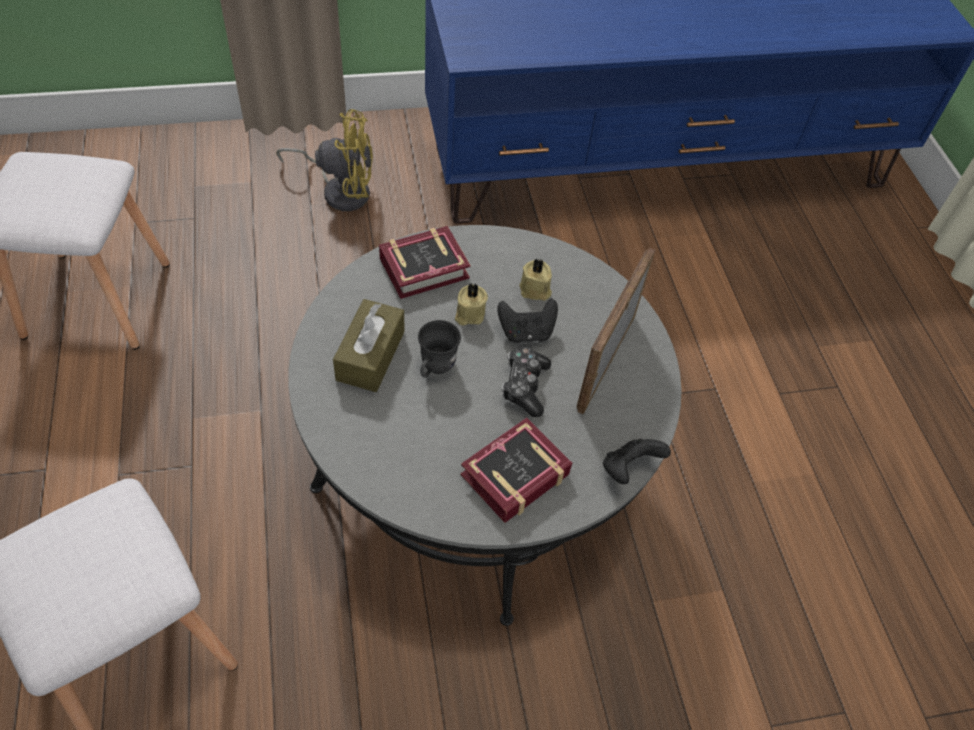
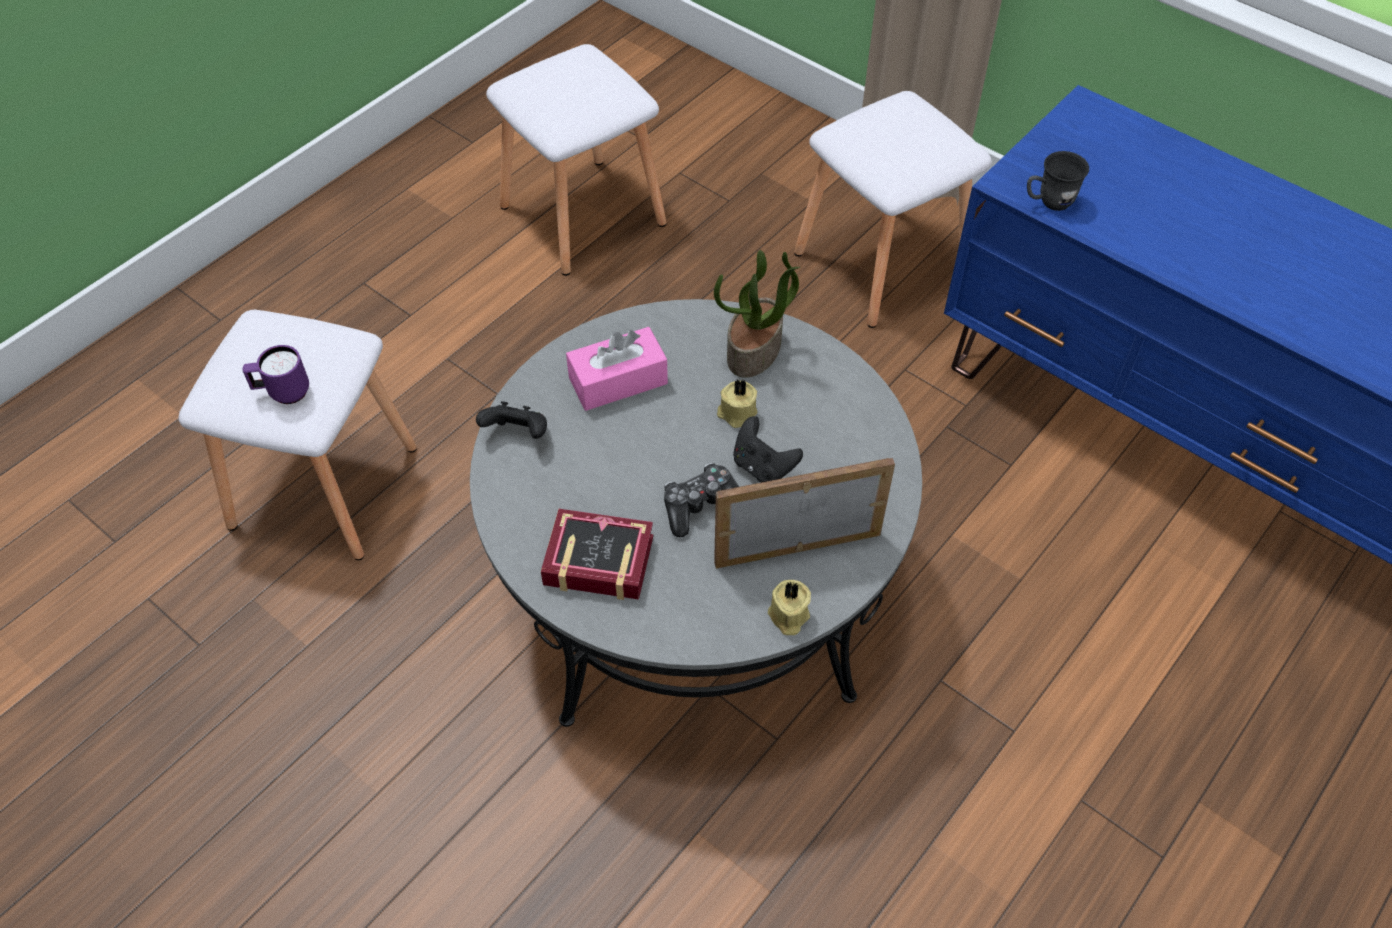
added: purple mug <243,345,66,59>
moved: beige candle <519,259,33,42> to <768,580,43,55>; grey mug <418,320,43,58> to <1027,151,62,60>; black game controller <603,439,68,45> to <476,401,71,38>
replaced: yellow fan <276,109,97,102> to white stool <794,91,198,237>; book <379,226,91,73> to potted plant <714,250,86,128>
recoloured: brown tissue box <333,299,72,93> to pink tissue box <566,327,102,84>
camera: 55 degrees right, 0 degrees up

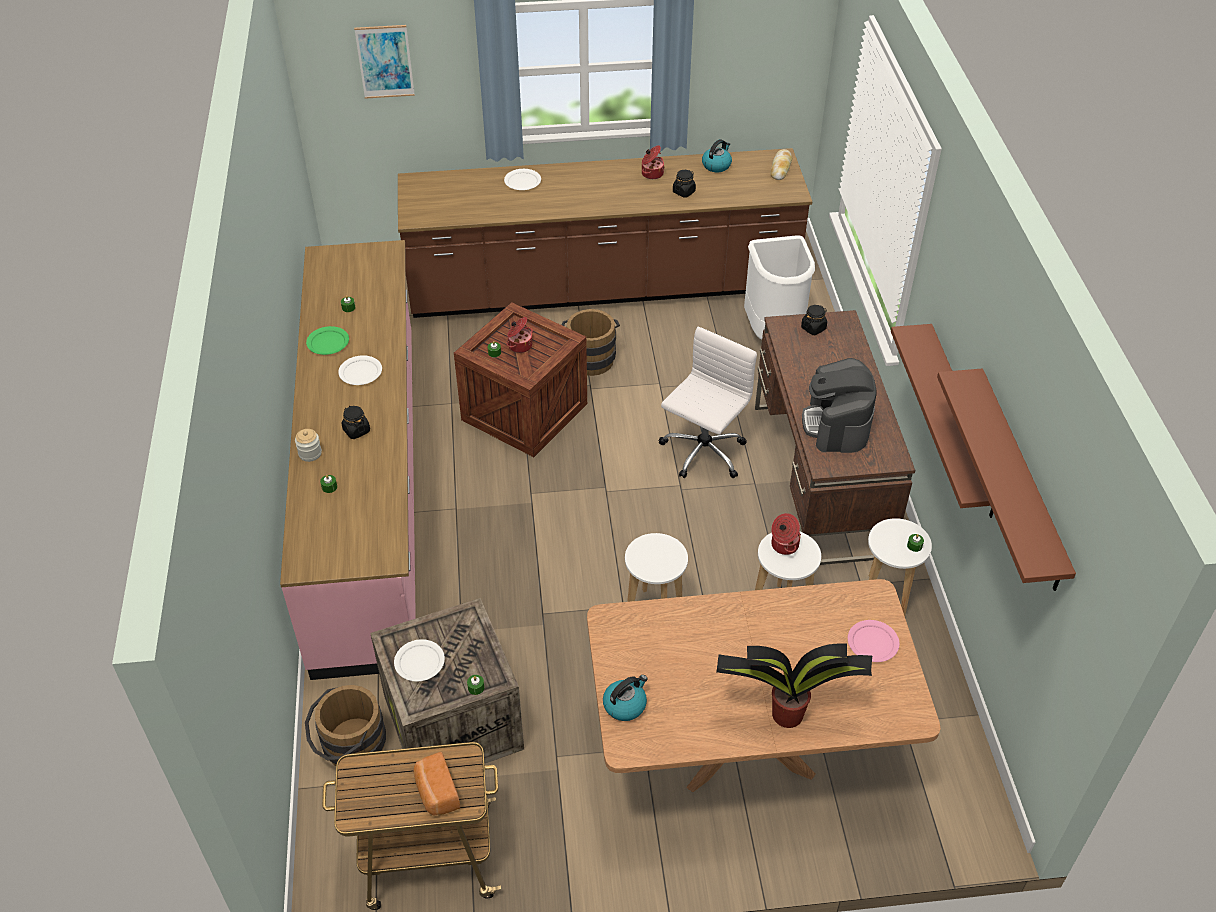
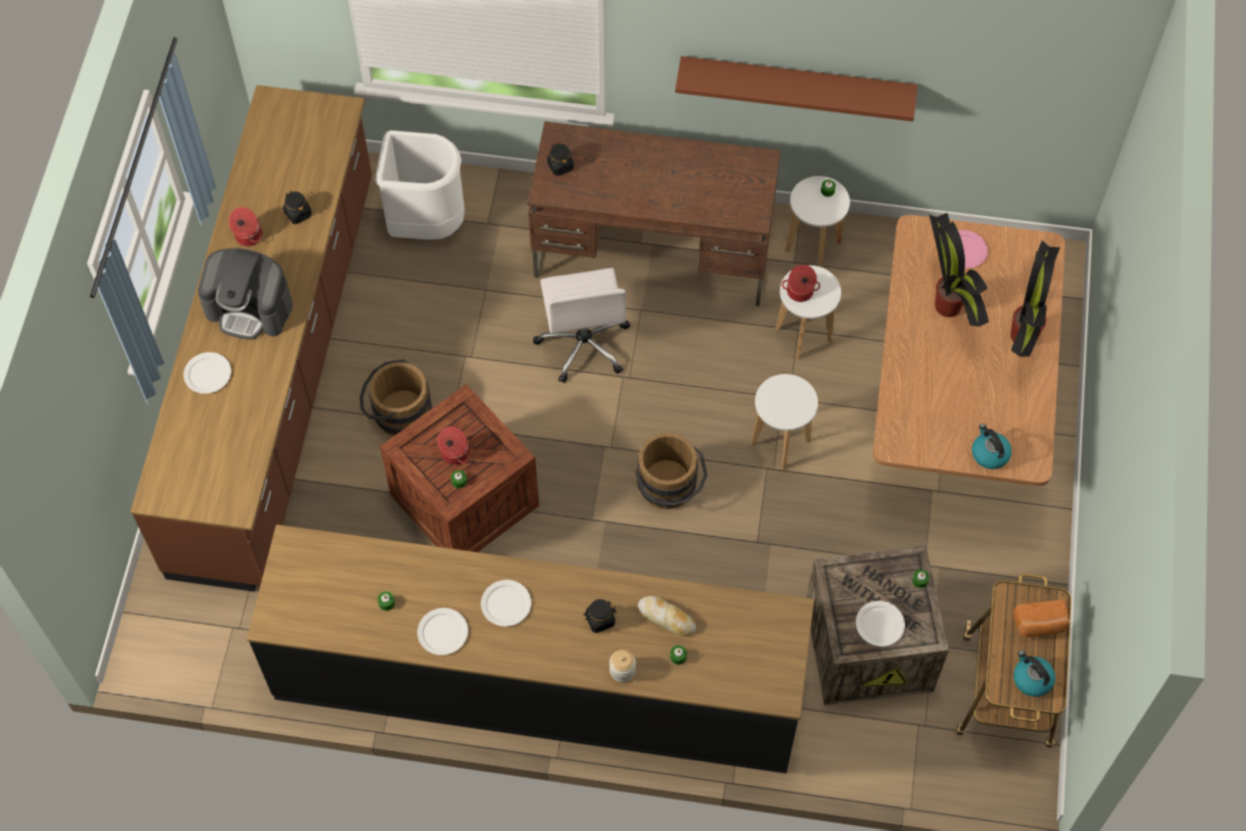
removed: picture <354,25,61,74>; brown shelf <937,368,139,223>
added: potted plant <929,213,60,114>
moved: kettle <702,139,30,33> to <1013,650,42,47>; bread <770,149,22,31> to <638,596,58,41>; coffee machine <802,358,74,95> to <198,248,95,91>; brown bucket <305,685,81,85> to <635,433,72,76>
recoloured: pink counter <280,240,136,440> to black counter <247,524,567,249>; green plate <306,326,43,29> to white plate <417,608,51,47>
turned: white office chair <659,327,98,151> = <533,268,97,115> 150 degrees counterclockwise
camera: 75 degrees left, 15 degrees up

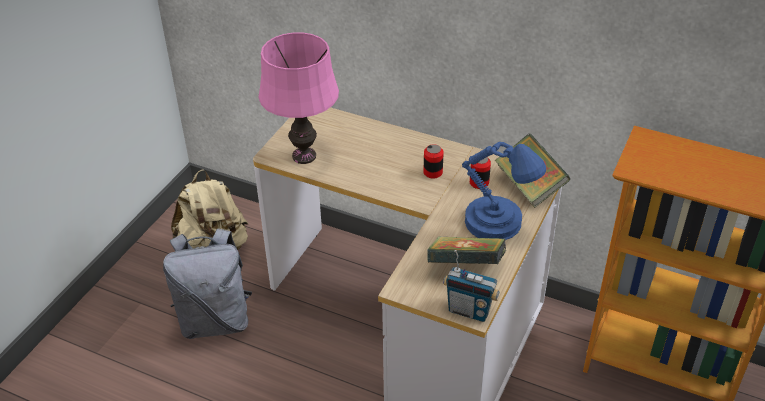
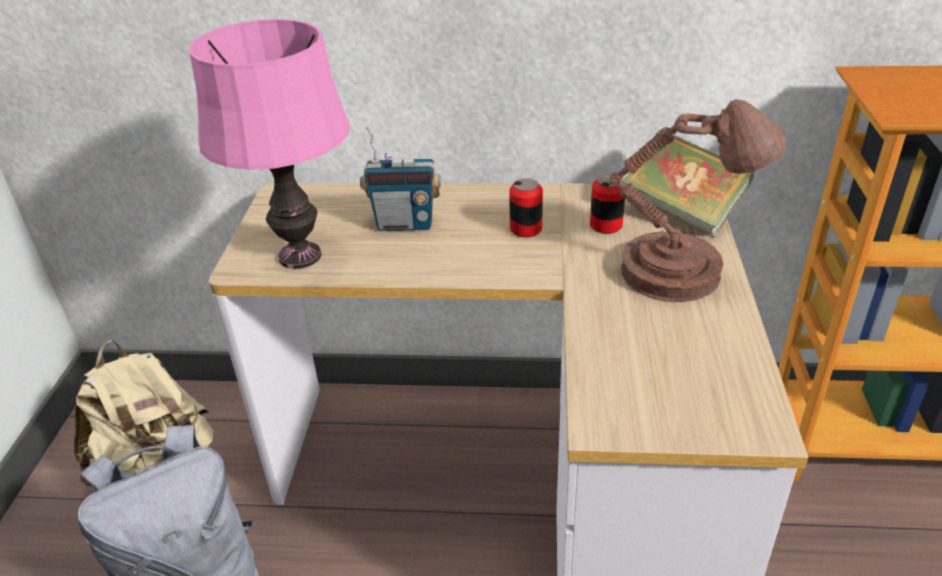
removed: book <427,236,79,29>
moved: radio <443,250,56,72> to <360,126,81,105>
recoloured: blue table lamp <462,142,84,98> to brown table lamp <609,99,177,203>
camera: 20 degrees left, 5 degrees down

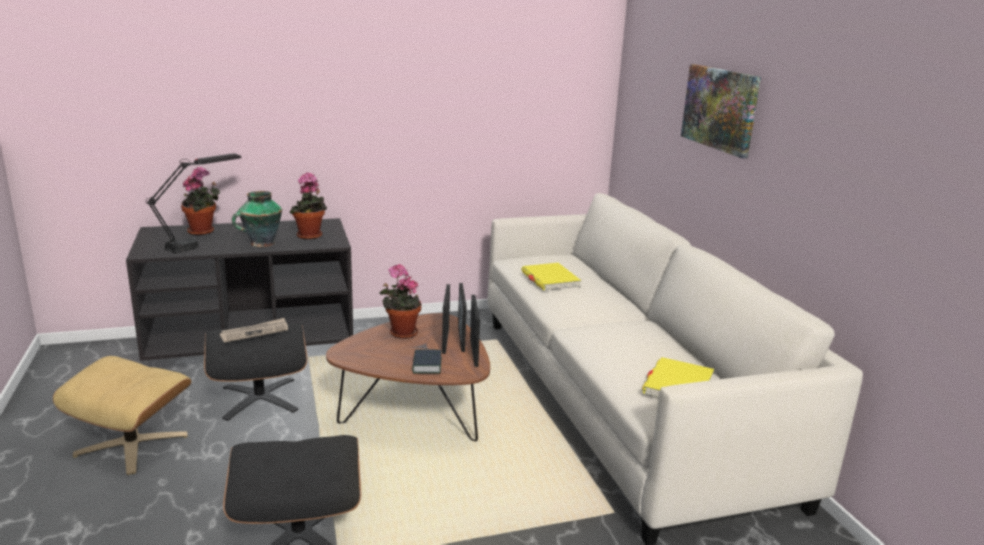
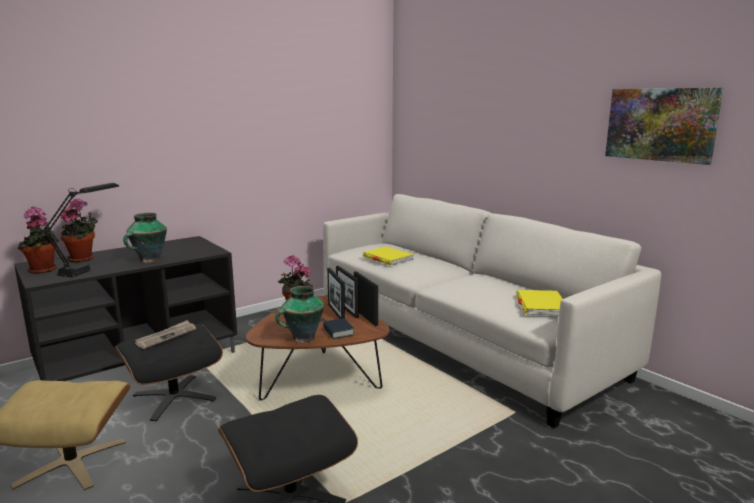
added: vase <275,286,49,57>
moved: picture <681,64,80,94> to <605,88,118,77>; potted plant <289,172,38,68> to <17,206,42,68>
camera: 20 degrees left, 5 degrees down

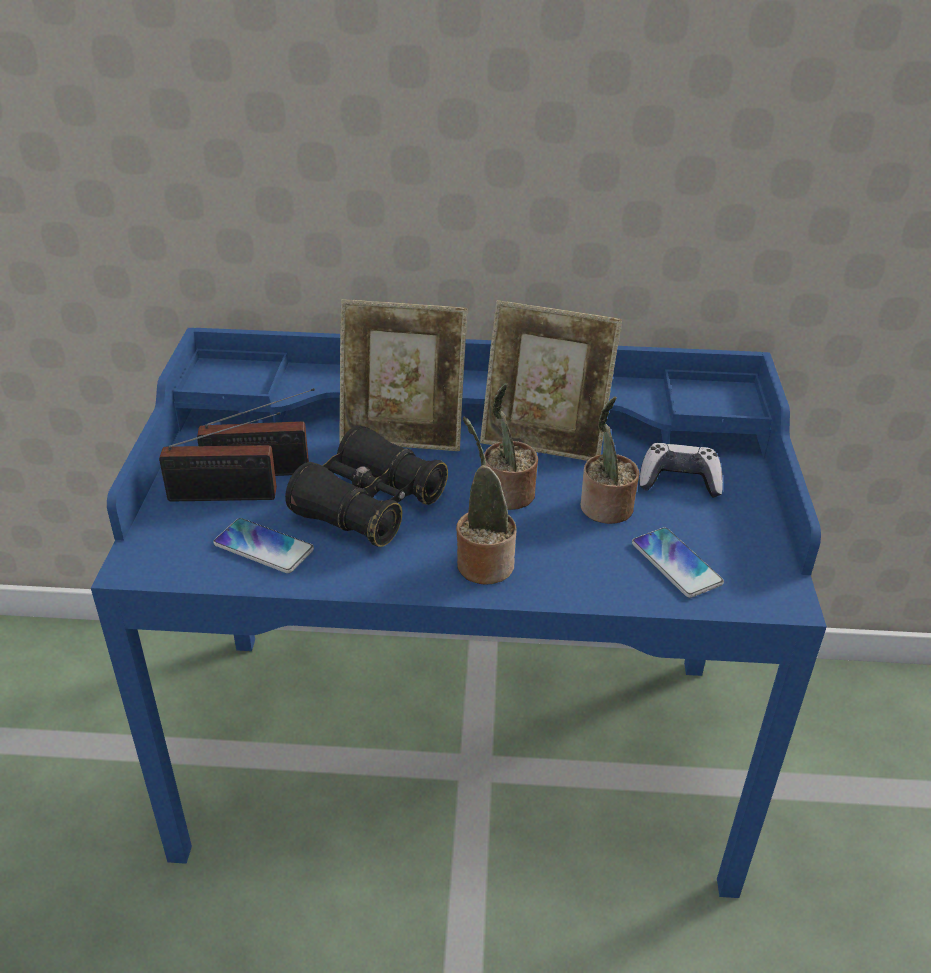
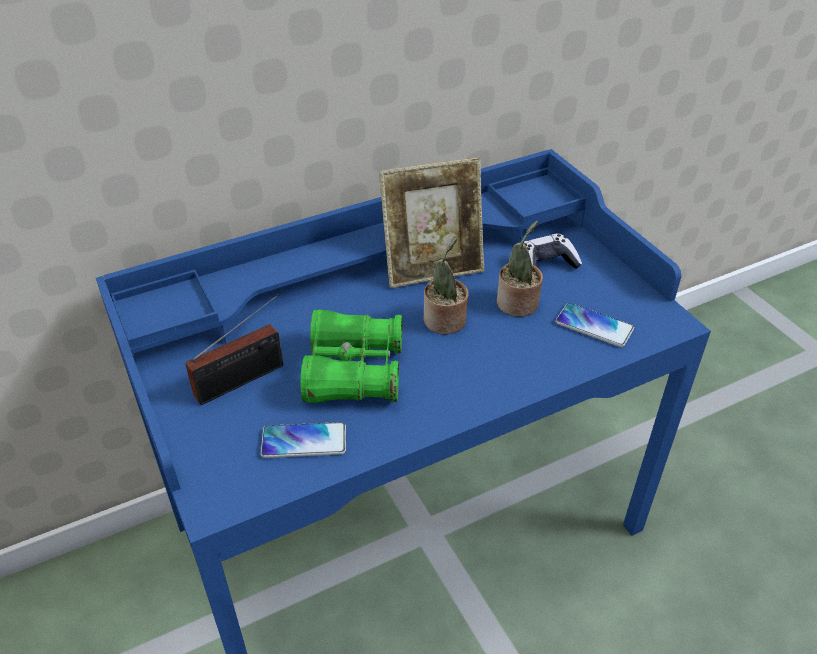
removed: picture frame <339,299,129,152>; radio <159,412,122,90>; potted plant <456,417,60,167>
recoloured: black binoculars <285,425,163,122> to green binoculars <300,309,103,94>
camera: 30 degrees left, 5 degrees up

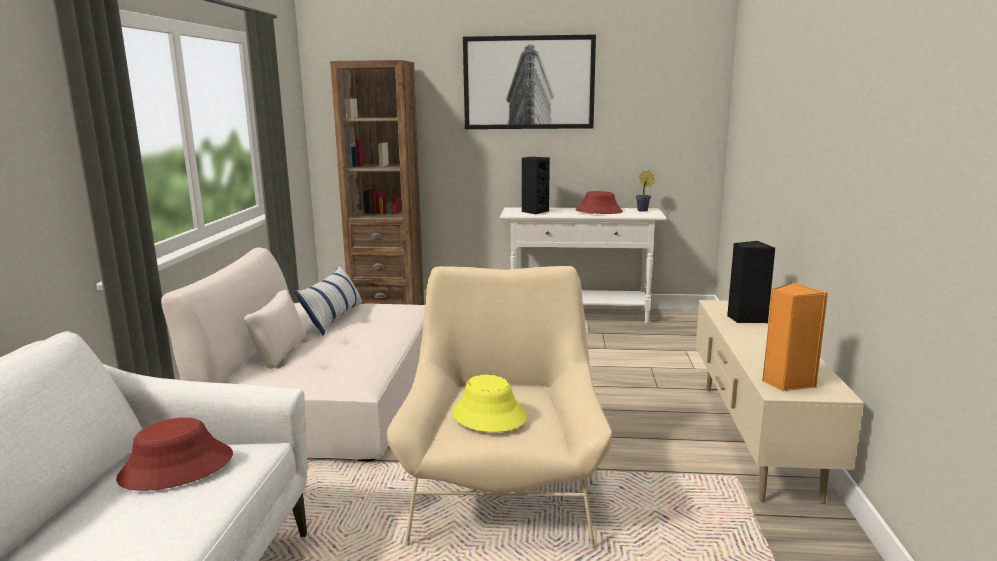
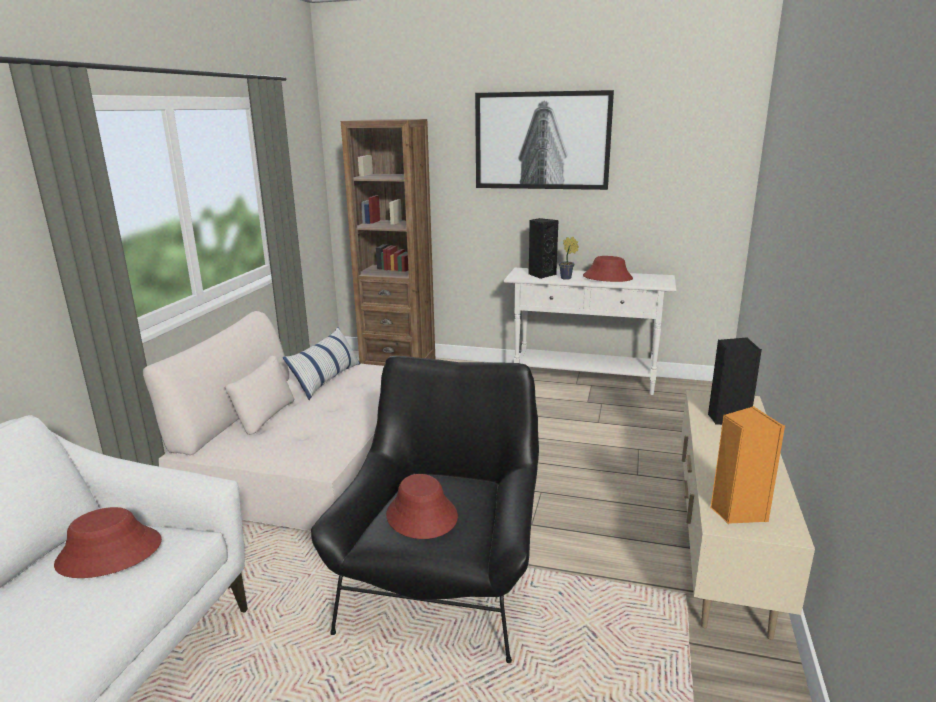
moved: potted plant <636,170,19,41> to <559,237,20,43>
recoloured: beige armchair <387,266,225,283> to black armchair <311,356,228,307>; yellow hat <452,375,75,57> to red hat <386,474,72,65>
camera: 10 degrees right, 5 degrees up

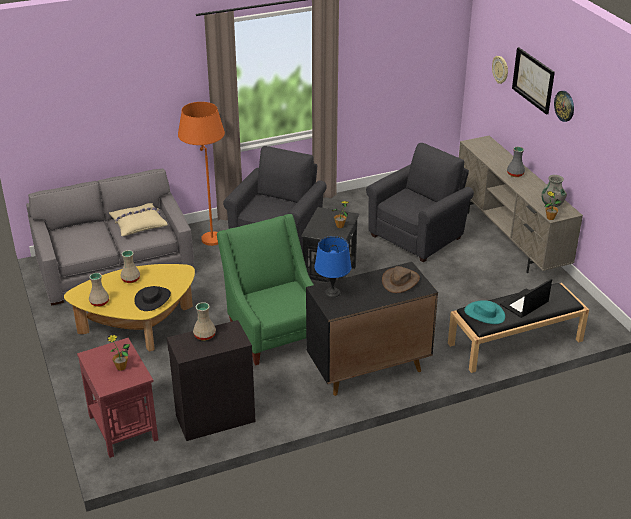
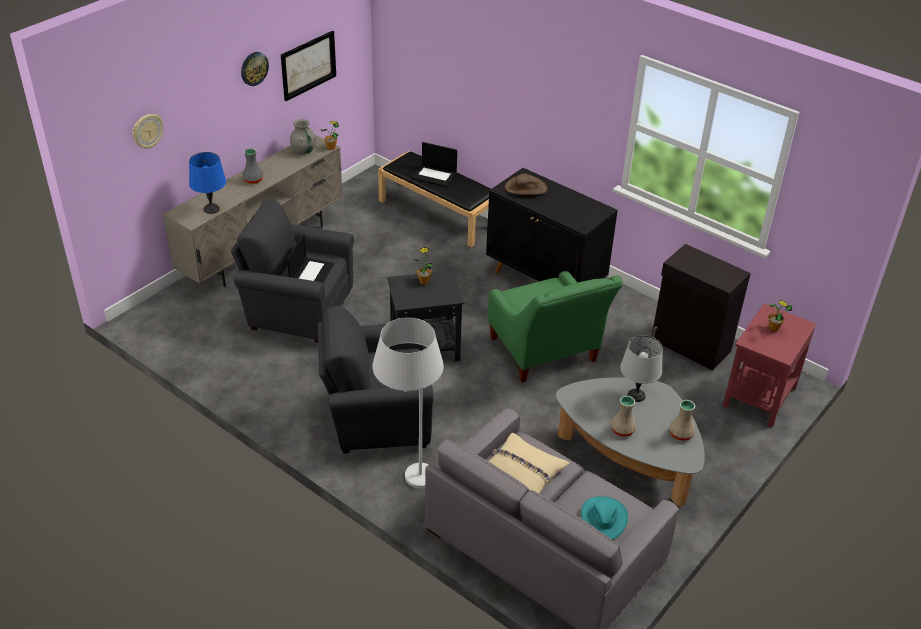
removed: beige vase <193,302,23,39>
added: laptop <287,234,47,49>
moved: picture <512,47,43,68> to <281,31,55,70>; blue table lamp <315,236,36,62> to <189,152,37,62>; turquoise hat <464,300,41,24> to <581,496,47,44>
replaced: black hat <134,286,37,25> to grey table lamp <620,335,43,67>
recoloured: orange floor lamp <178,102,47,144> to white floor lamp <372,318,72,171>; yellow coffee table <64,264,131,87> to grey coffee table <556,377,148,130>
turned: green armchair <217,214,97,151> = <488,271,135,111> 60 degrees counterclockwise
camera: 120 degrees left, 5 degrees up

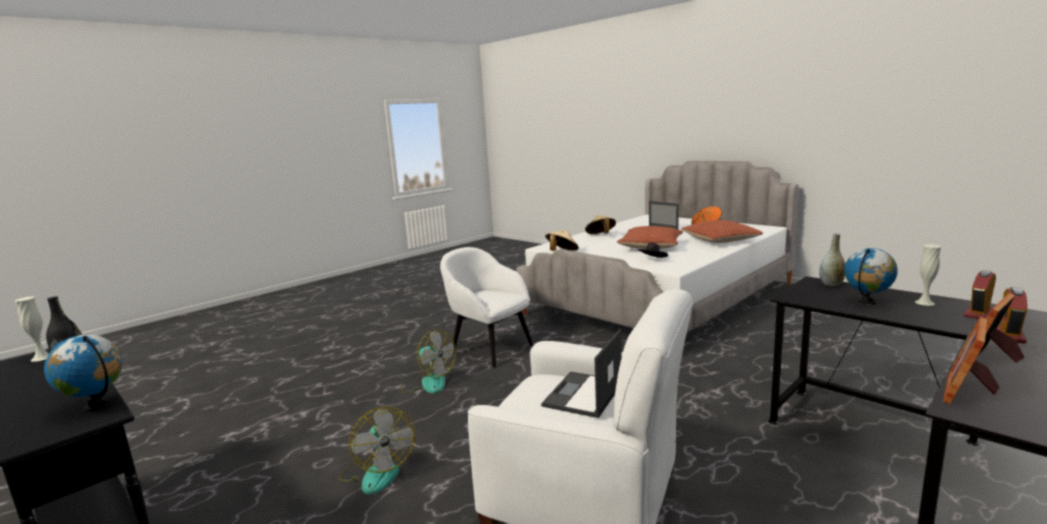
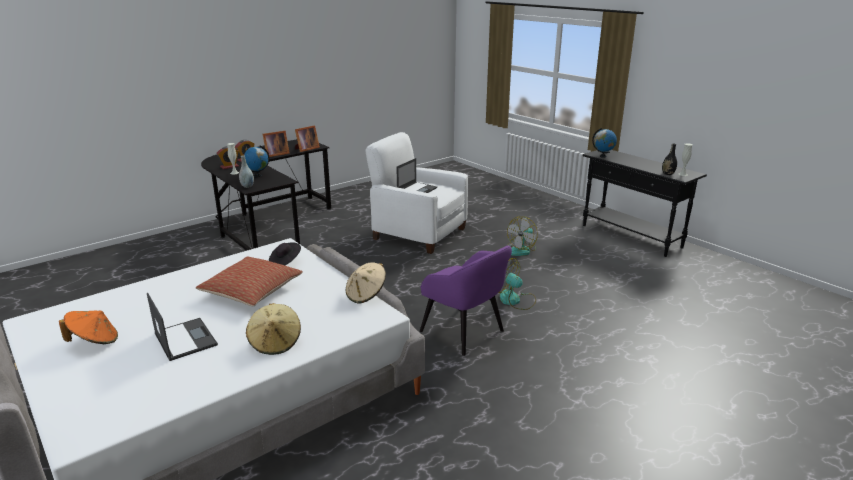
removed: pillow <681,220,82,23>
recoloured: white armchair <440,247,93,121> to purple armchair <420,246,92,110>
turned: fan <339,407,76,87> = <507,216,31,40> 120 degrees counterclockwise
camera: 175 degrees left, 10 degrees up

